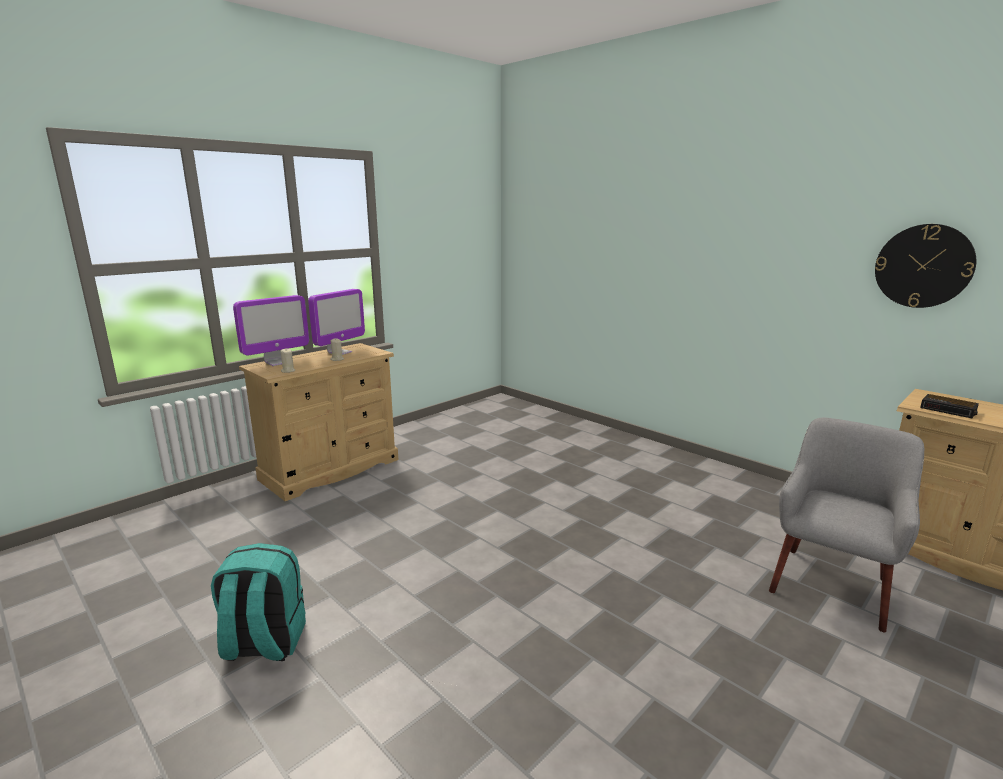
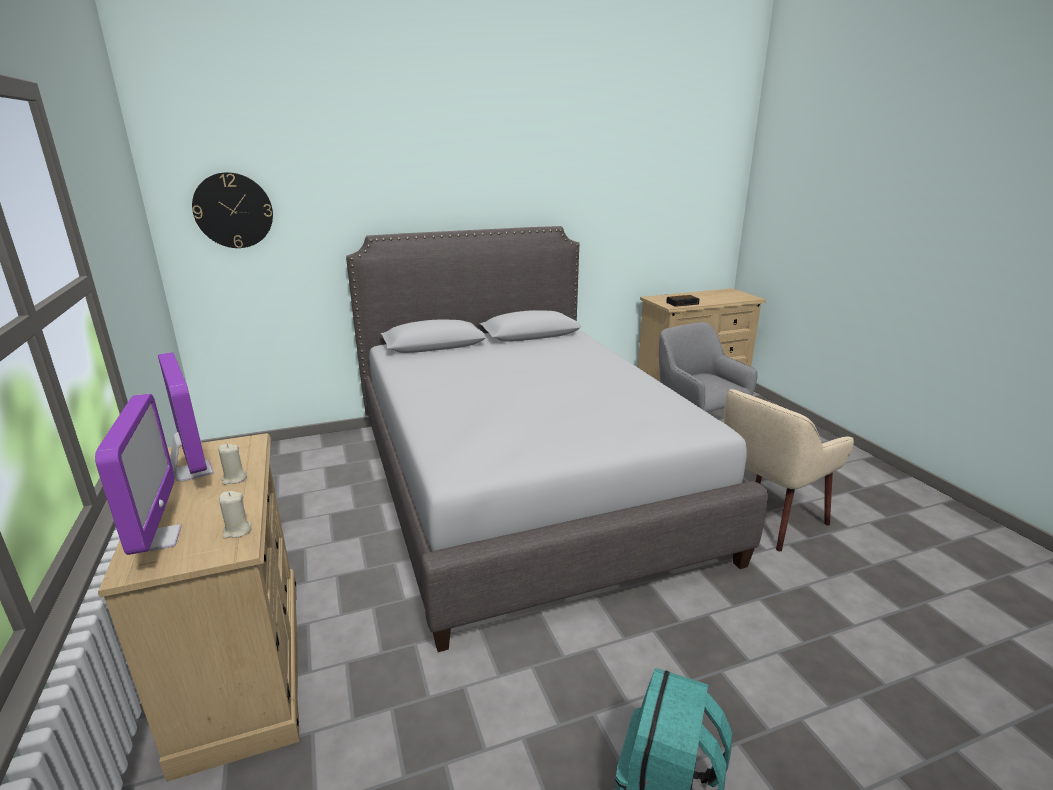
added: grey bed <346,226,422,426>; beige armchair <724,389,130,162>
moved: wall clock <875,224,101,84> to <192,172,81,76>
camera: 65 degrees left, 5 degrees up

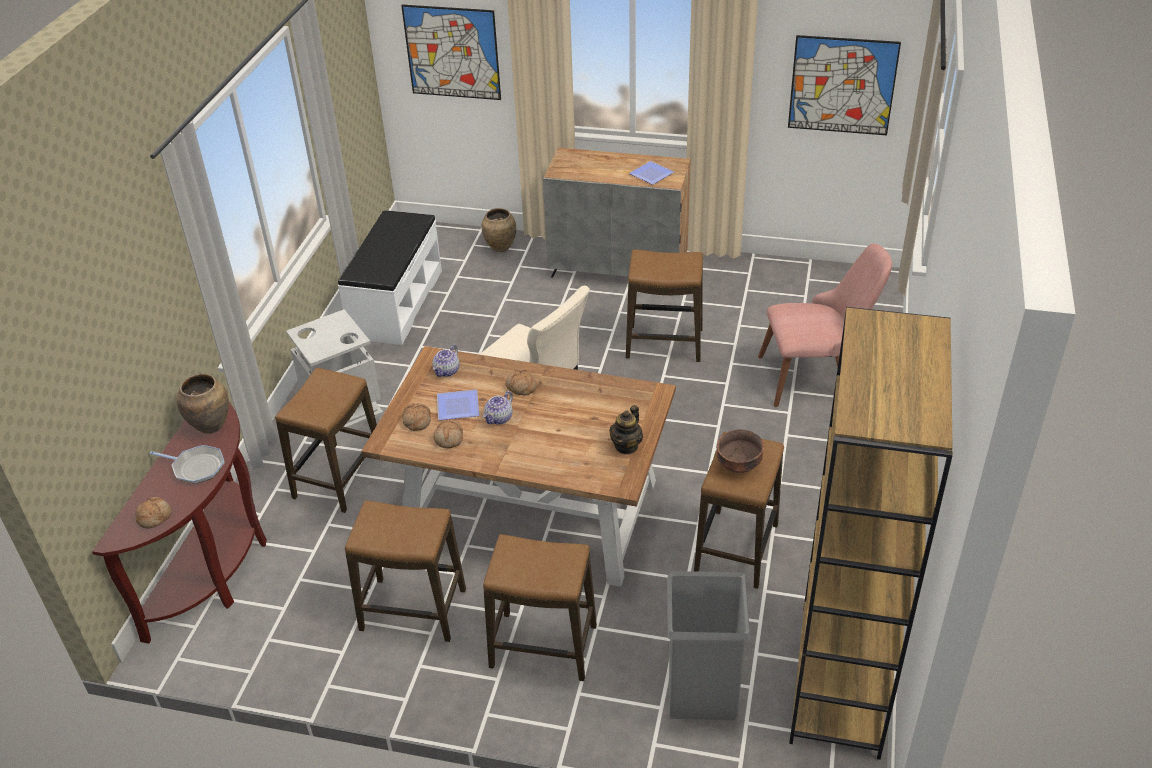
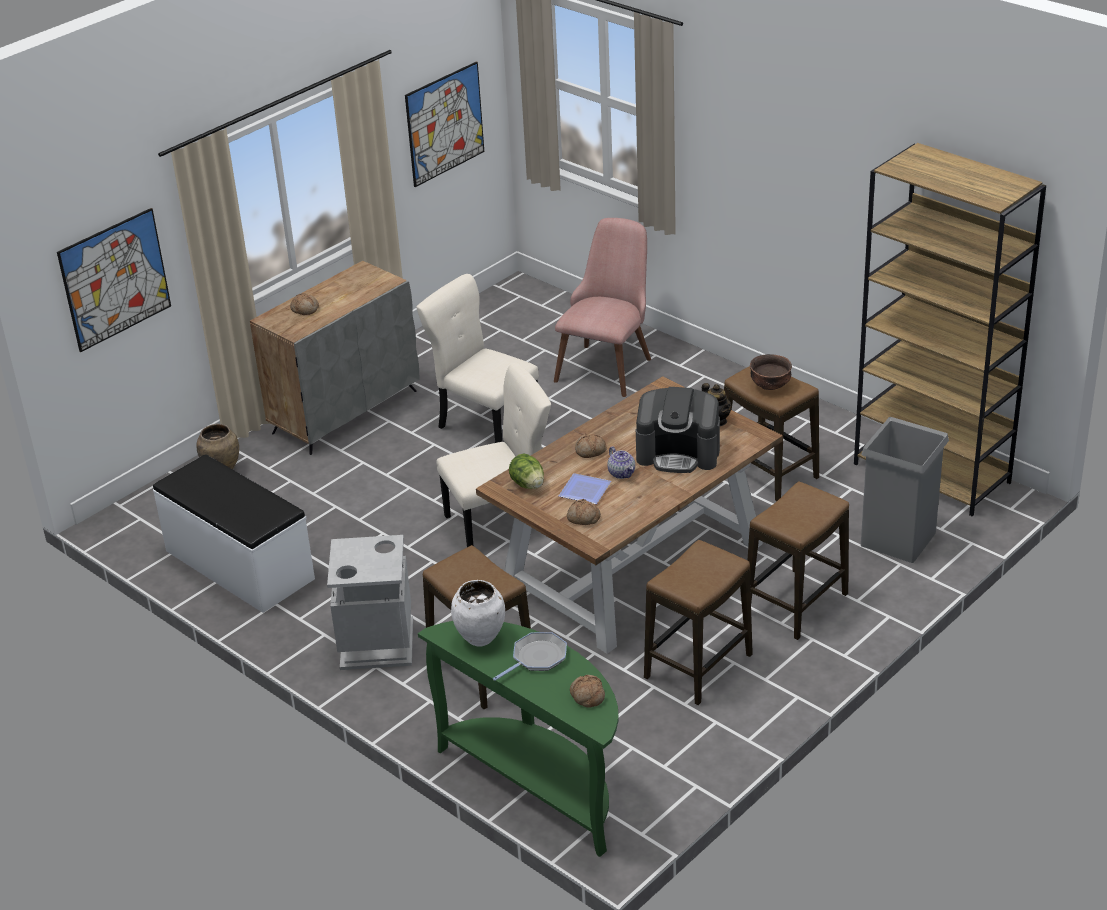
removed: plate <629,161,45,24>
added: coffee machine <636,387,84,86>
moved: bread <434,419,29,29> to <290,293,29,22>
replaced: stool <626,250,77,112> to beige chair <416,274,123,169>; teapot <433,344,27,33> to lettuce <509,453,35,36>
recoloured: brown vase <177,374,52,60> to white vase <451,580,54,66>; brown console table <92,403,175,241> to green console table <418,621,201,236>
camera: 60 degrees left, 5 degrees down

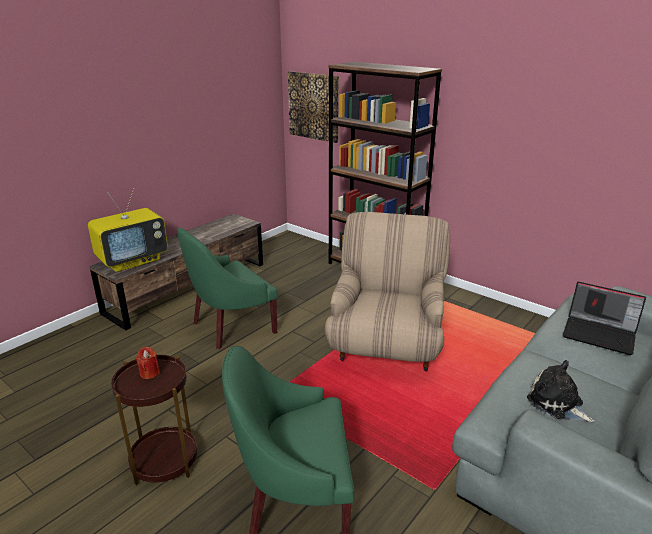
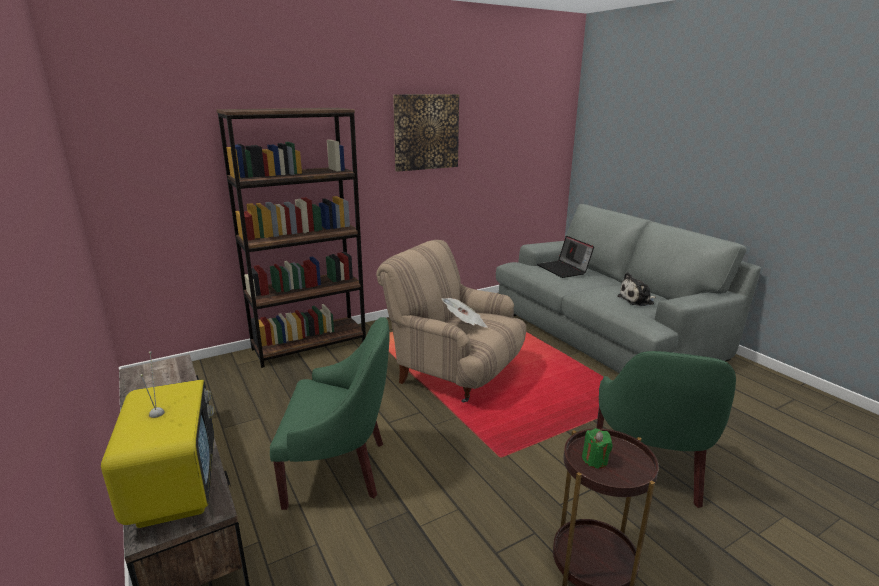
added: newspaper <442,298,46,30>
moved: picture <288,71,51,72> to <393,94,66,78>
recoloured: red candle <136,347,24,32> to green candle <582,428,31,40>
turned: green armchair <177,228,101,121> = <270,317,120,193> 75 degrees counterclockwise; laptop <562,282,84,73> = <537,236,57,42> 105 degrees clockwise
camera: 70 degrees left, 5 degrees down

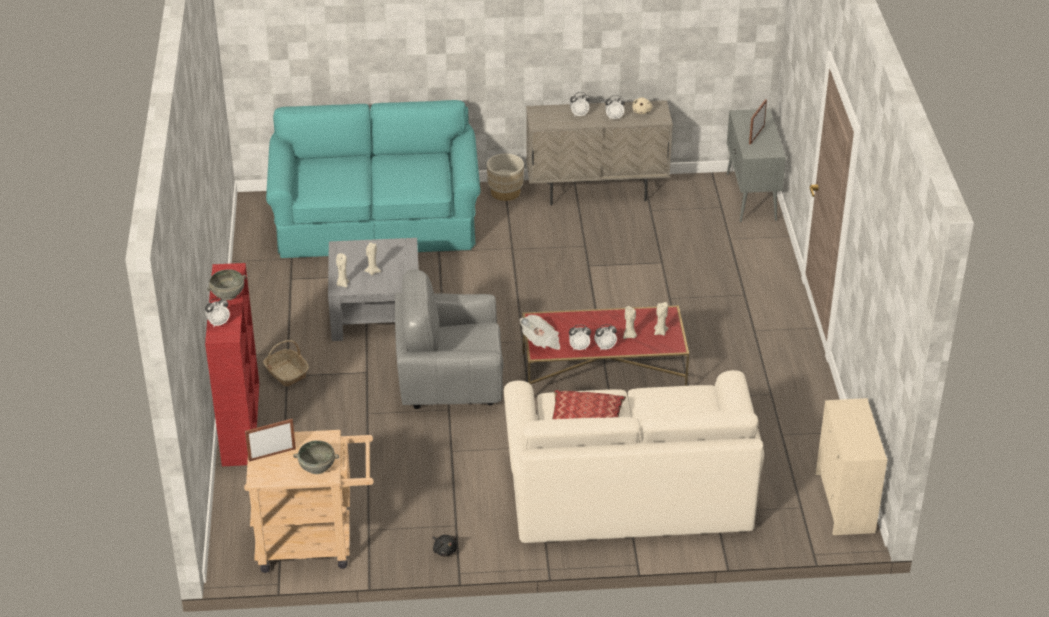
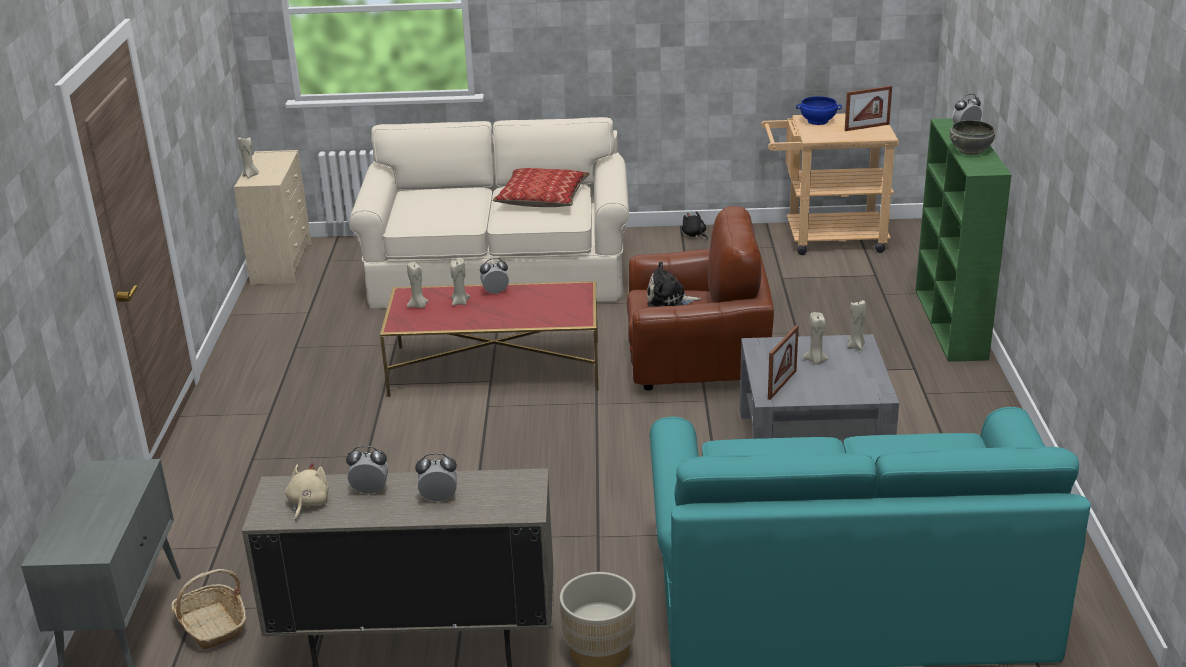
removed: newspaper <520,315,40,35>; alarm clock <569,325,22,25>
added: beige candle <238,137,21,41>; plush toy <647,261,54,46>
moved: picture frame <749,99,18,46> to <768,325,31,75>; basket <263,340,46,46> to <171,569,75,80>
recoloured: red bookcase <205,263,54,203> to green bookcase <916,118,95,244>; grey armchair <395,269,109,140> to brown armchair <627,206,147,184>; grey bowl <293,440,46,34> to blue bowl <796,96,46,29>
camera: 175 degrees left, 10 degrees down

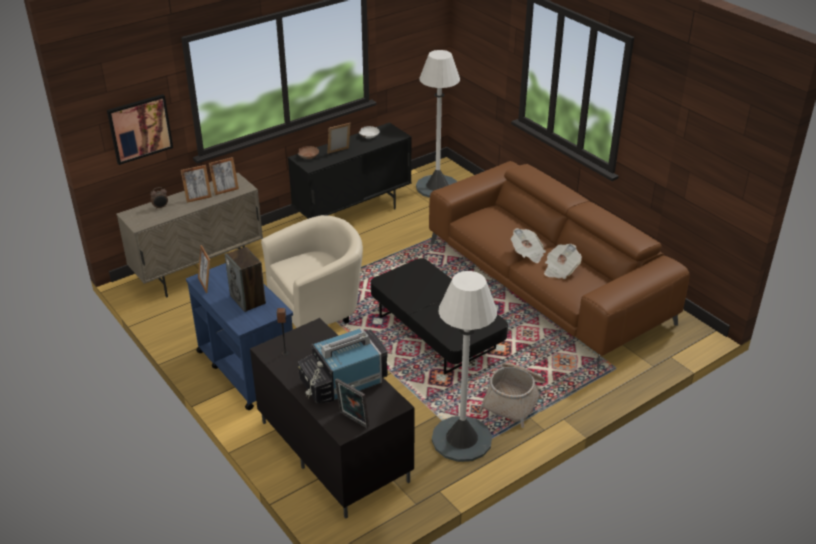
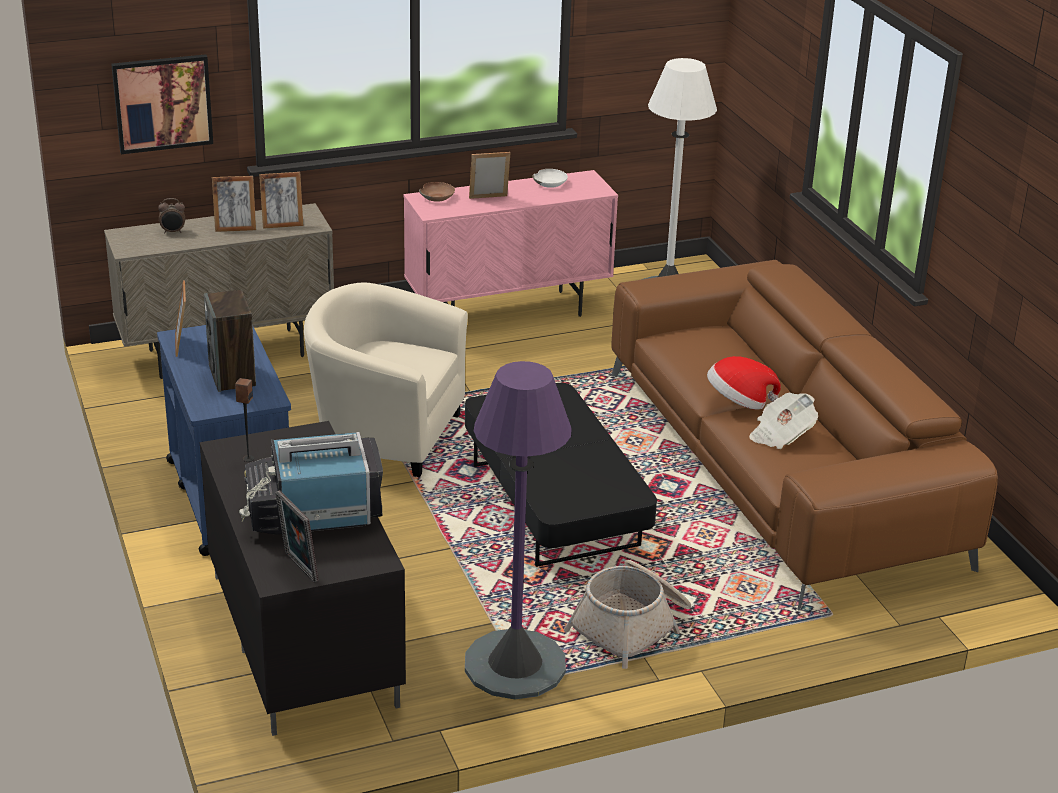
replaced: newspaper <511,228,35,35> to hat <707,356,74,54>
recoloured: black cabinet <288,122,124,97> to pink cabinet <403,170,215,147>; white floor lamp <432,271,65,191> to purple floor lamp <465,361,107,338>
turned: beige armchair <261,215,102,113> = <304,282,164,195> 150 degrees counterclockwise
camera: 15 degrees right, 5 degrees down

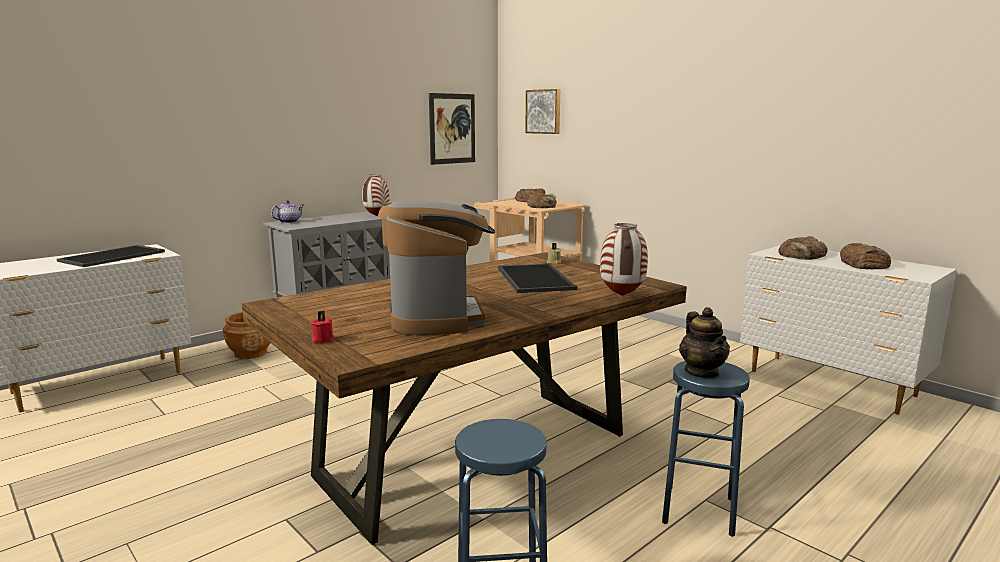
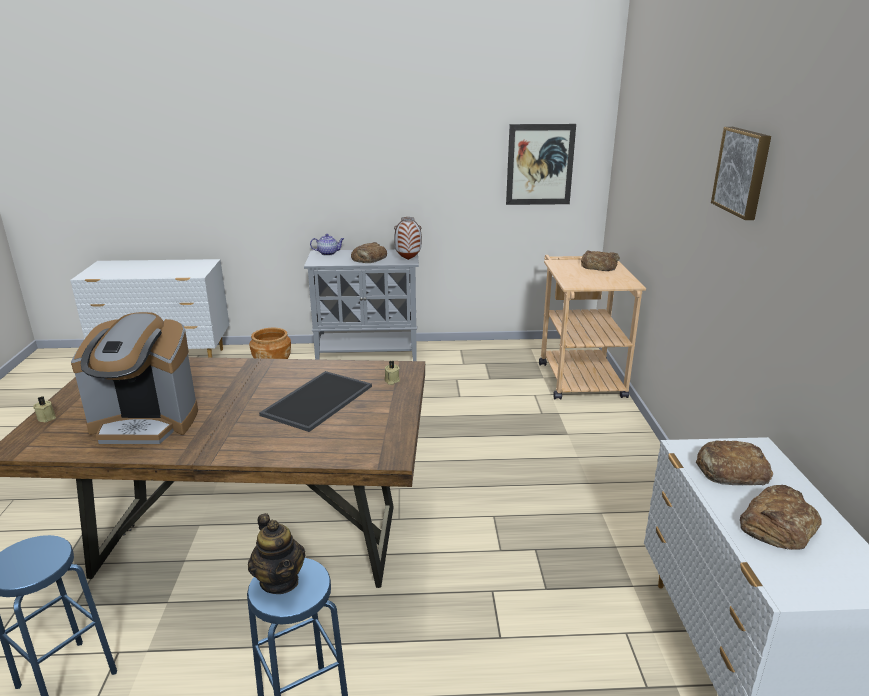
removed: vase <600,223,48,73>; tray <57,245,108,22>
moved: picture <525,89,35,45> to <711,127,60,93>; bread <527,192,29,16> to <351,242,36,21>
recoloured: red candle <311,311,23,32> to beige candle <33,396,23,26>
turned: coffee machine <378,201,117,134> = <71,312,127,132> 60 degrees clockwise; teapot <679,307,51,72> = <248,513,57,81> 60 degrees counterclockwise
camera: 40 degrees right, 10 degrees up

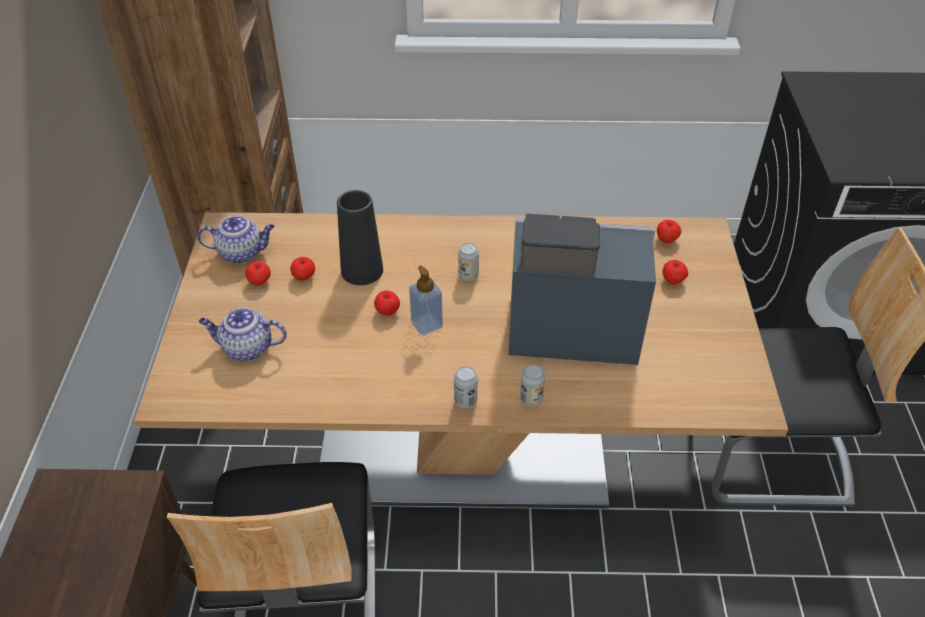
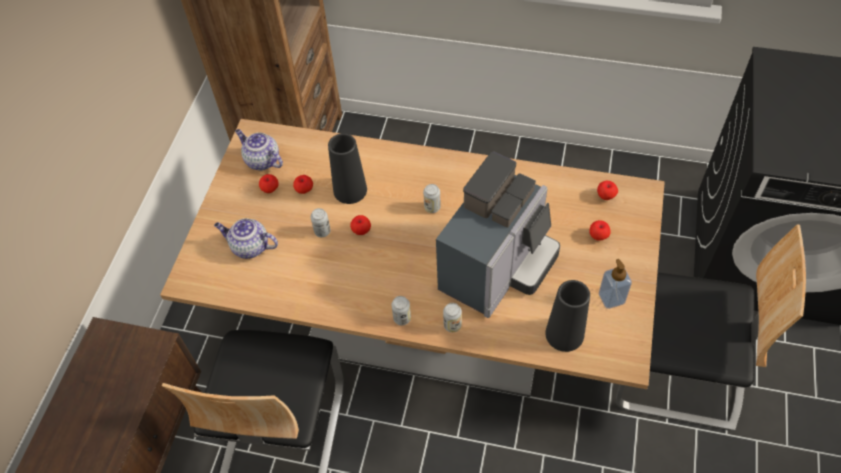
added: can <311,208,20,29>; black vase <545,280,45,72>
moved: soap dispenser <409,265,34,70> to <599,259,33,50>
turned: coffee machine <508,214,148,151> = <436,152,124,166> 105 degrees clockwise; teapot <197,215,78,49> = <235,129,48,42> 150 degrees counterclockwise
camera: 15 degrees right, 10 degrees up

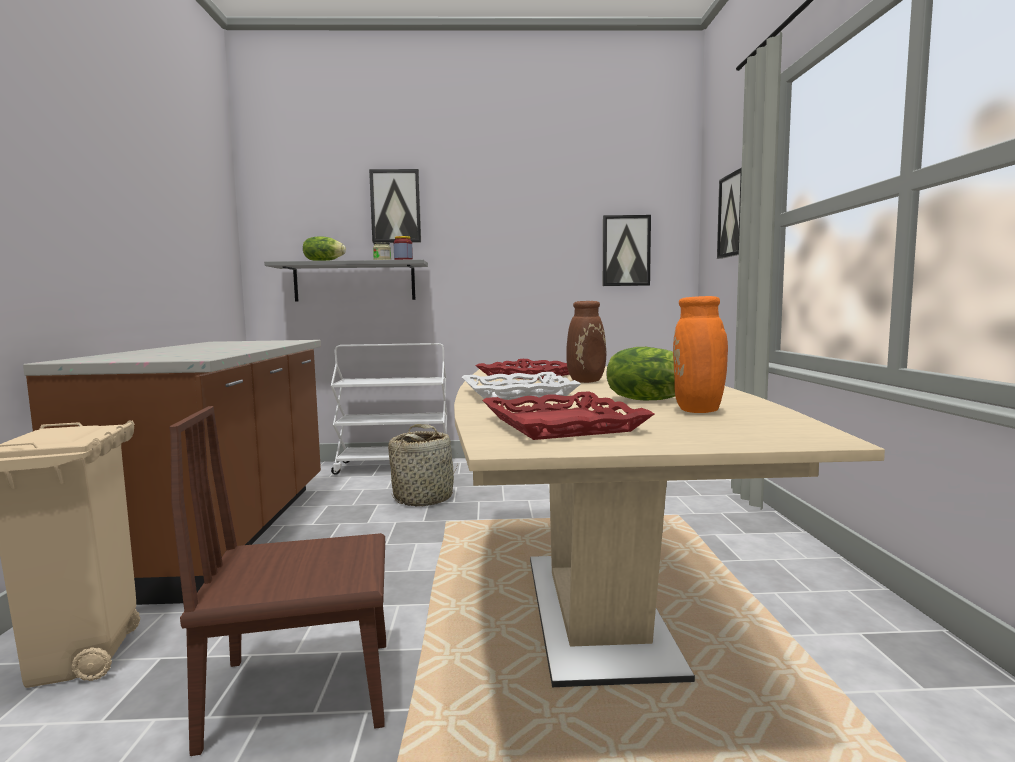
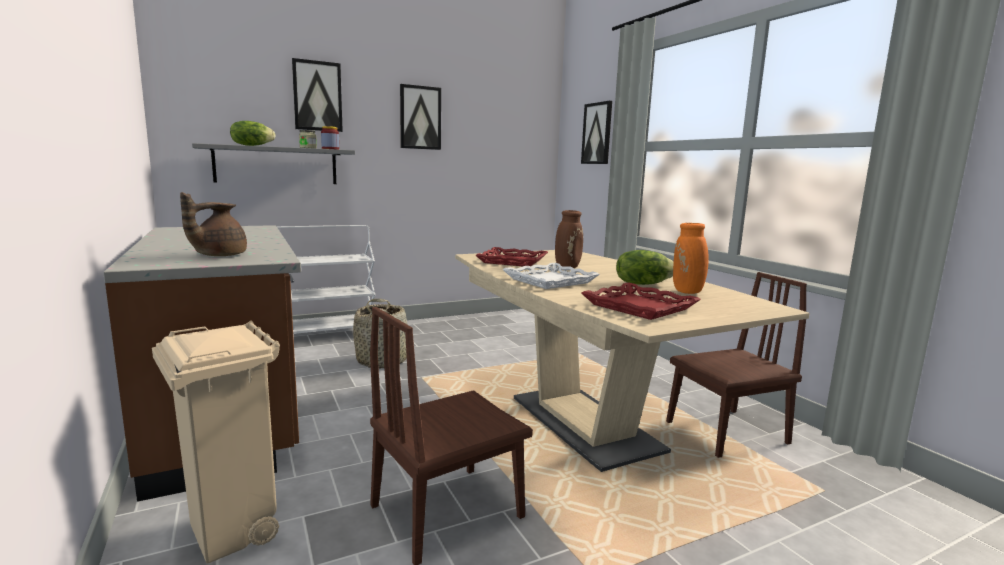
added: brown teapot <180,192,67,64>; brown chair <666,272,141,186>
moved: picture <603,215,48,71> to <400,84,41,66>
camera: 25 degrees left, 5 degrees up

